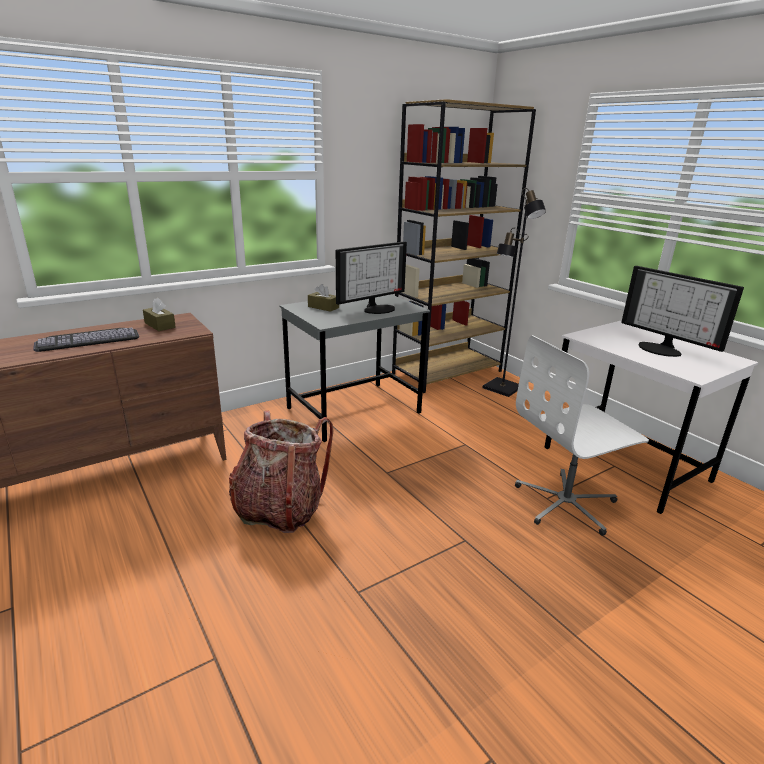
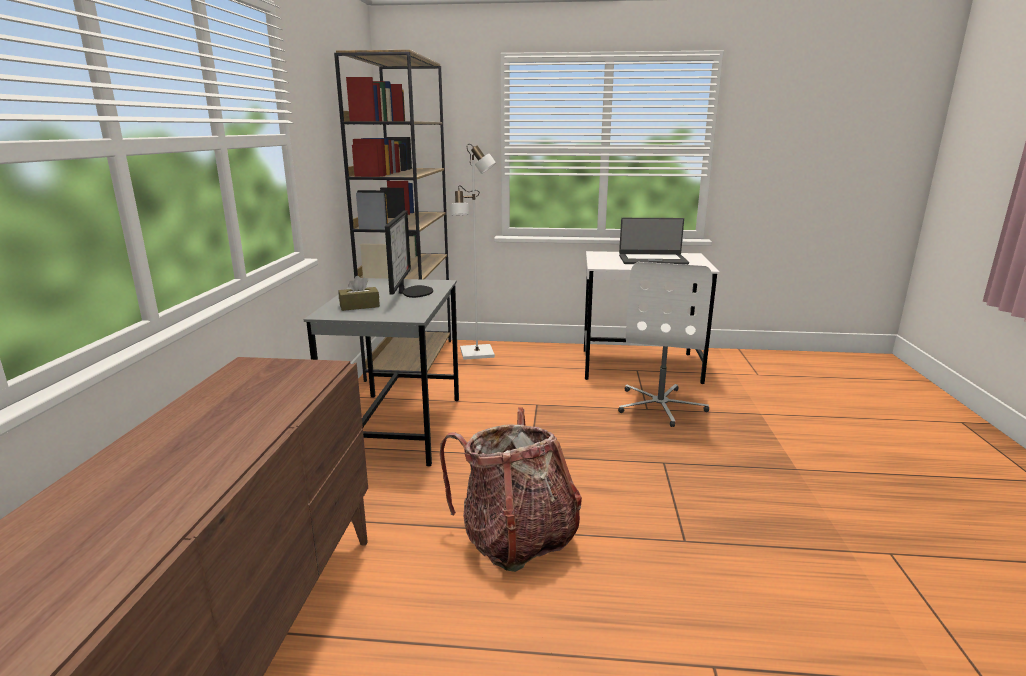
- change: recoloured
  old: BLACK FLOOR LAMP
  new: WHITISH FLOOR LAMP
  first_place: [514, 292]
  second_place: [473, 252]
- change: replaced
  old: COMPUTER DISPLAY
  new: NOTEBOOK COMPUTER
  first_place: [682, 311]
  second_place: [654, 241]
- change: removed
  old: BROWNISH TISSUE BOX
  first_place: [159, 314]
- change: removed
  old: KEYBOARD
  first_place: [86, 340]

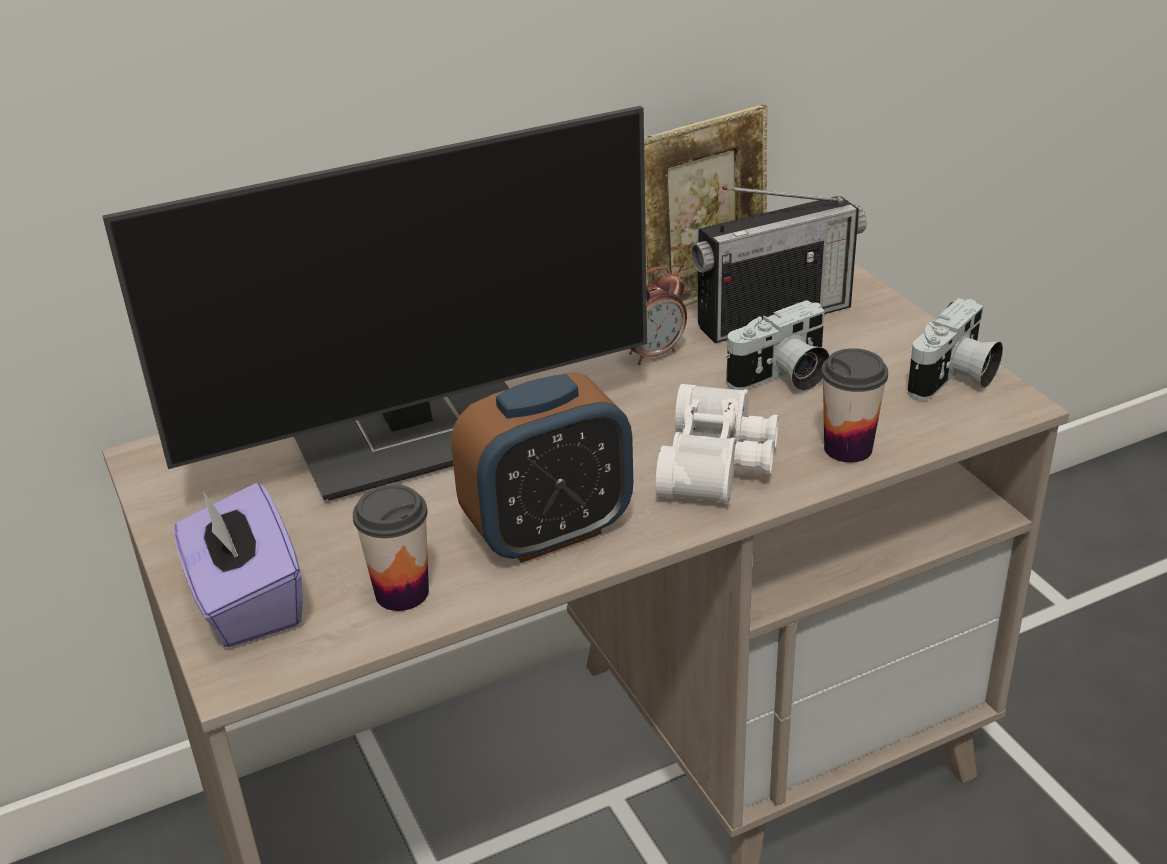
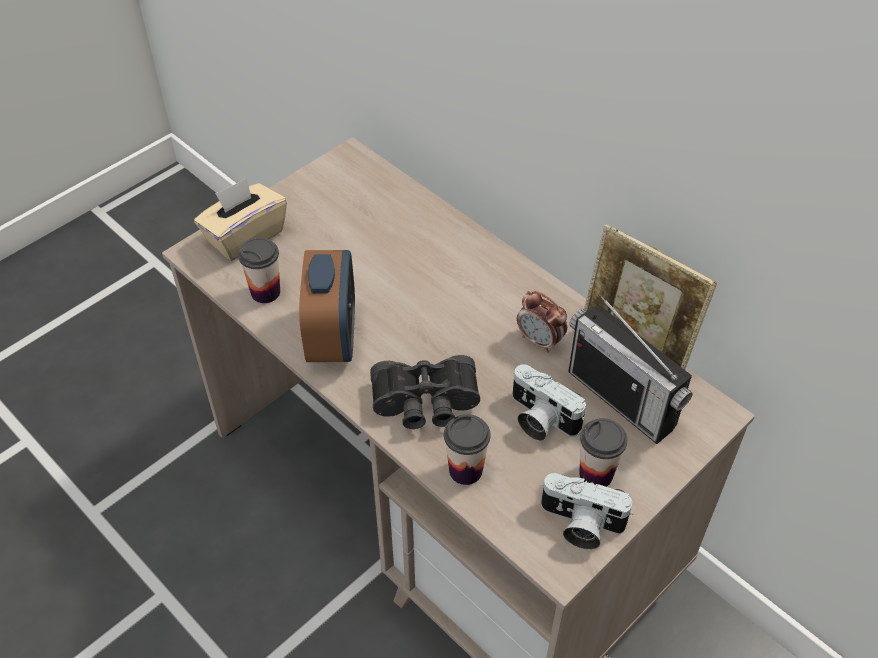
- change: removed
  old: COMPUTER DISPLAY
  first_place: [374, 303]
- change: turned
  old: ALARM CLOCK
  first_place: [542, 467]
  second_place: [327, 306]
  degrees: -135
- change: recoloured
  old: WHITISH FIELD GLASSES
  new: BLACK FIELD GLASSES
  first_place: [717, 444]
  second_place: [425, 392]
- change: recoloured
  old: PURPLE TISSUE BOX
  new: BEIGE-COLOURED TISSUE BOX
  first_place: [238, 565]
  second_place: [240, 219]
- change: added
  new: CUP
  second_place: [603, 452]

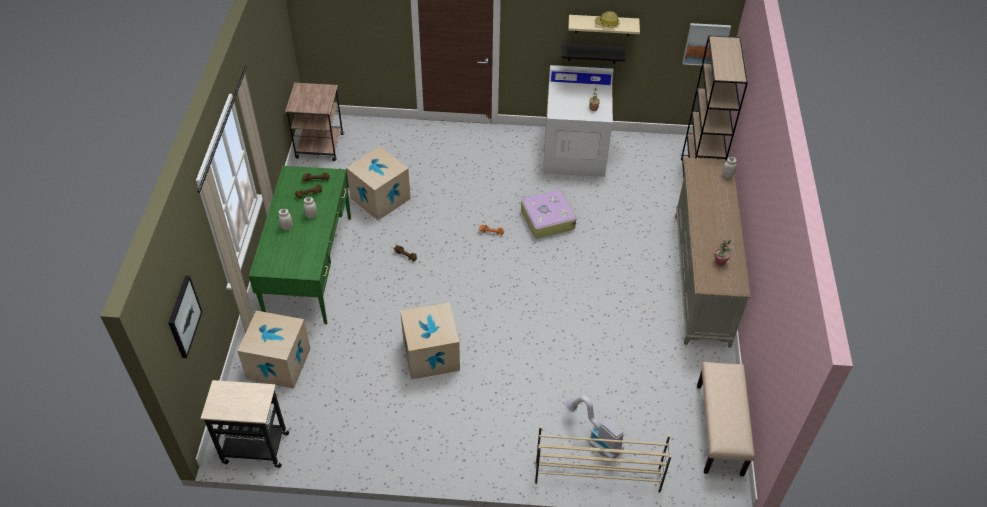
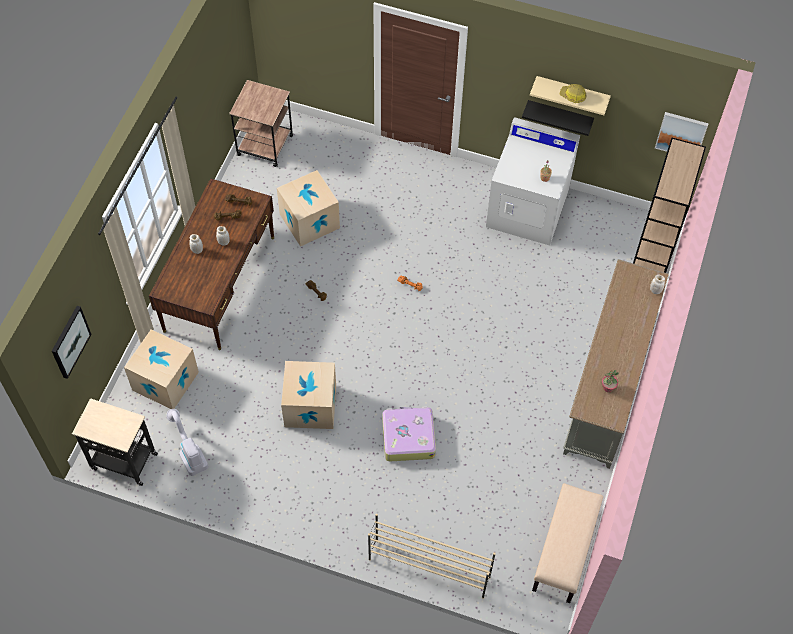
- change: recoloured
  old: GREEN-COLOURED DESK UNIT
  new: BROWNISH DESK UNIT
  first_place: [300, 245]
  second_place: [211, 264]
- change: moved
  old: TRAVEL CASE
  first_place: [548, 213]
  second_place: [409, 433]
- change: moved
  old: VACUUM
  first_place: [594, 429]
  second_place: [187, 442]

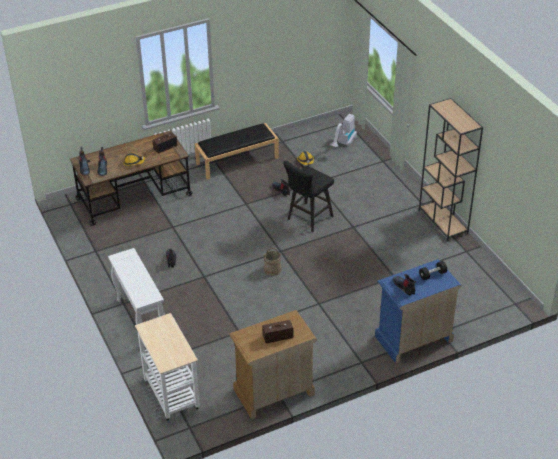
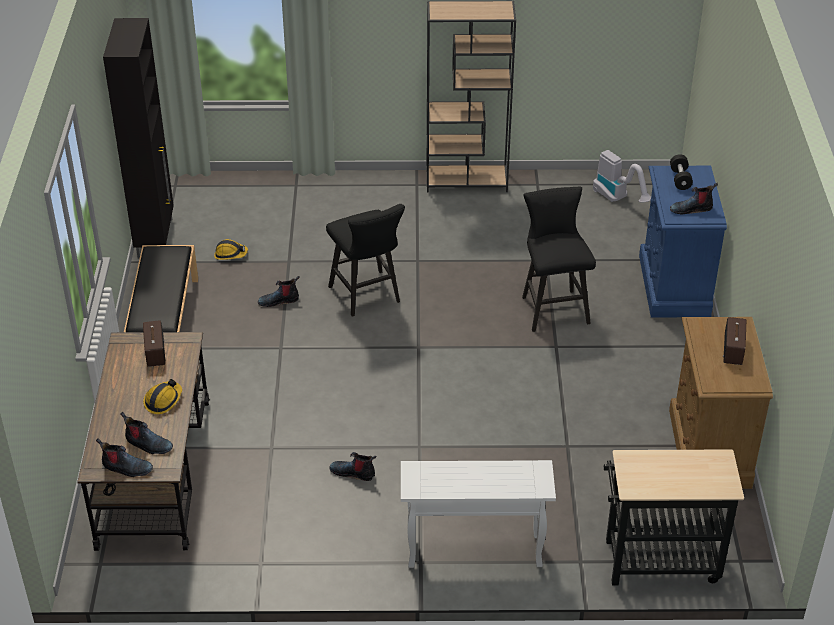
- change: moved
  old: VACUUM
  first_place: [343, 130]
  second_place: [622, 176]
- change: removed
  old: BEIGE-COLOURED WATER BUCKET
  first_place: [272, 262]
- change: recoloured
  old: WHITISH CART
  new: BLACK CART
  first_place: [167, 367]
  second_place: [674, 517]
- change: added
  new: BLACK CUPBOARD
  second_place: [138, 138]
- change: added
  new: BLACK STOOL
  second_place: [559, 259]

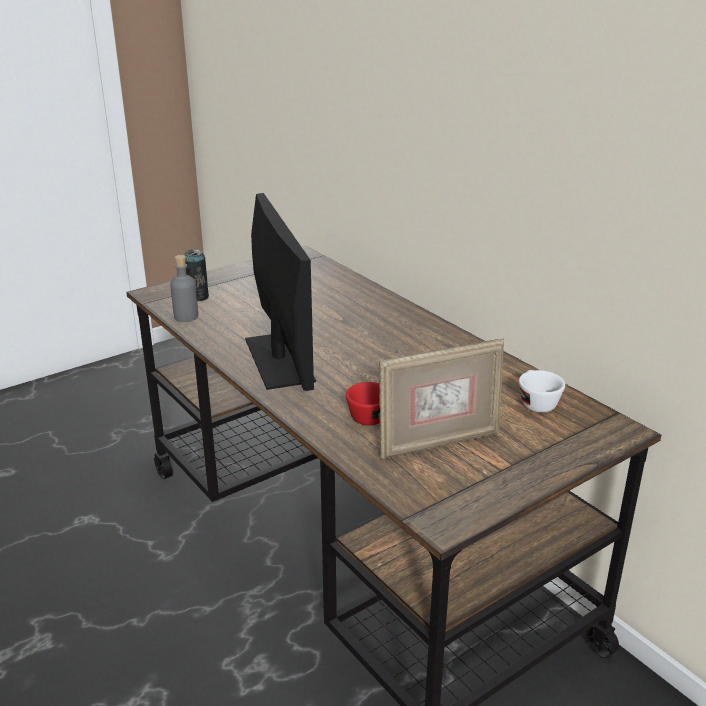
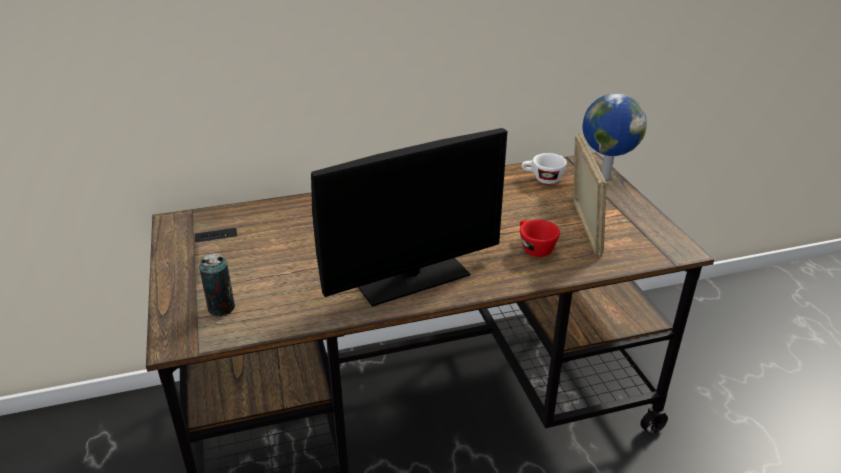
- change: turned
  old: COMPUTER DISPLAY
  first_place: [280, 292]
  second_place: [409, 217]
  degrees: 150
- change: removed
  old: GRAY BEVERAGE BOTTLE
  first_place: [184, 288]
- change: added
  new: GLOBE
  second_place: [614, 136]

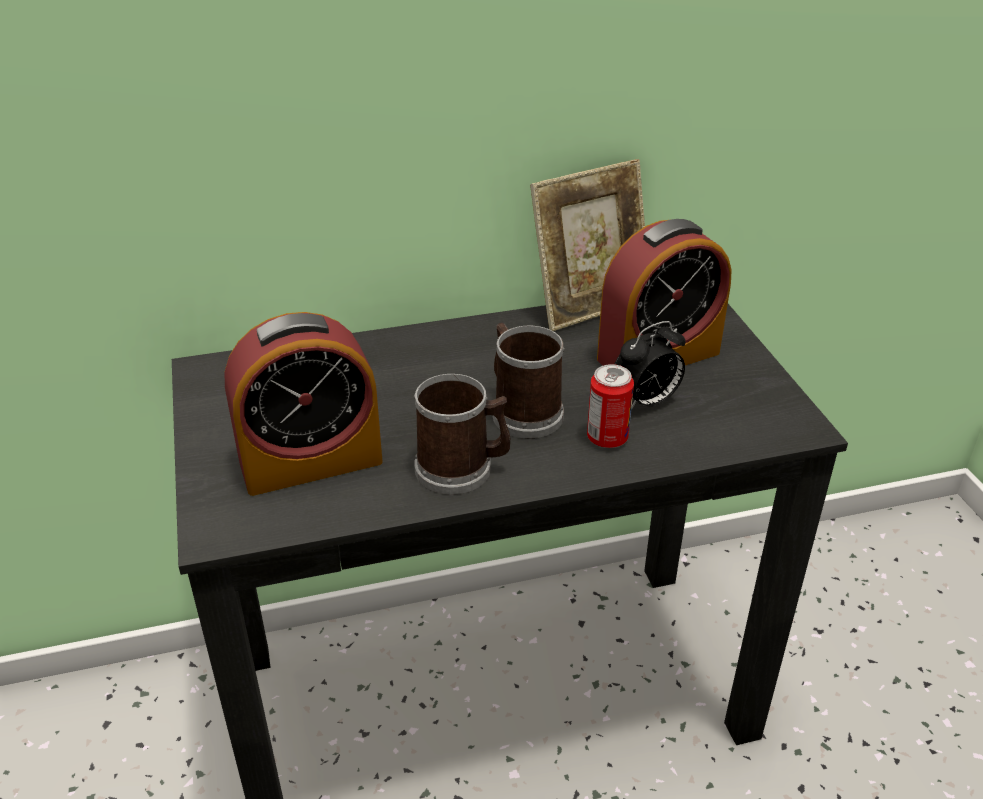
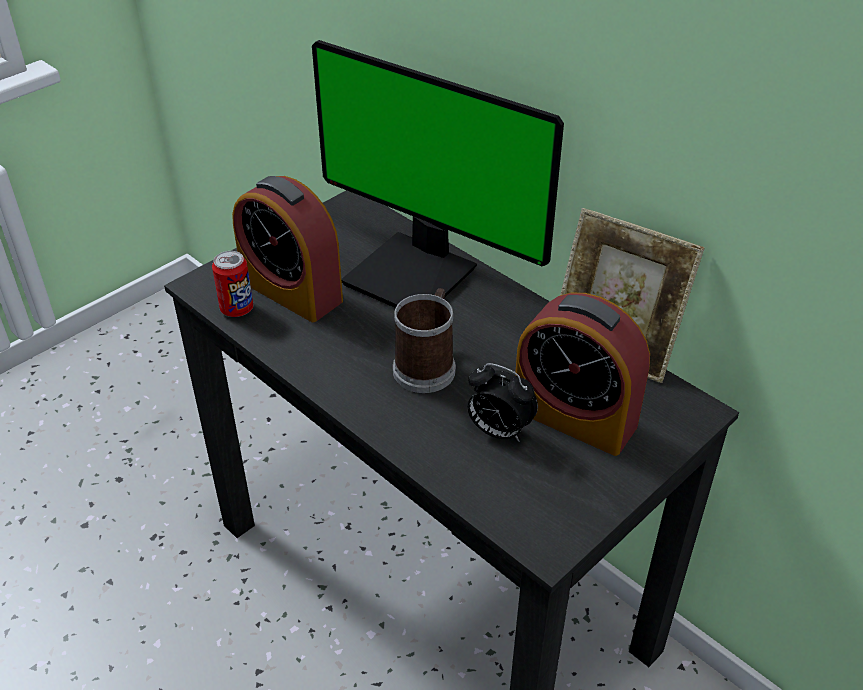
- change: moved
  old: SEALED CAN
  first_place: [610, 406]
  second_place: [232, 284]
- change: removed
  old: TEA MUG
  first_place: [462, 434]
- change: added
  new: COMPUTER DISPLAY
  second_place: [438, 174]

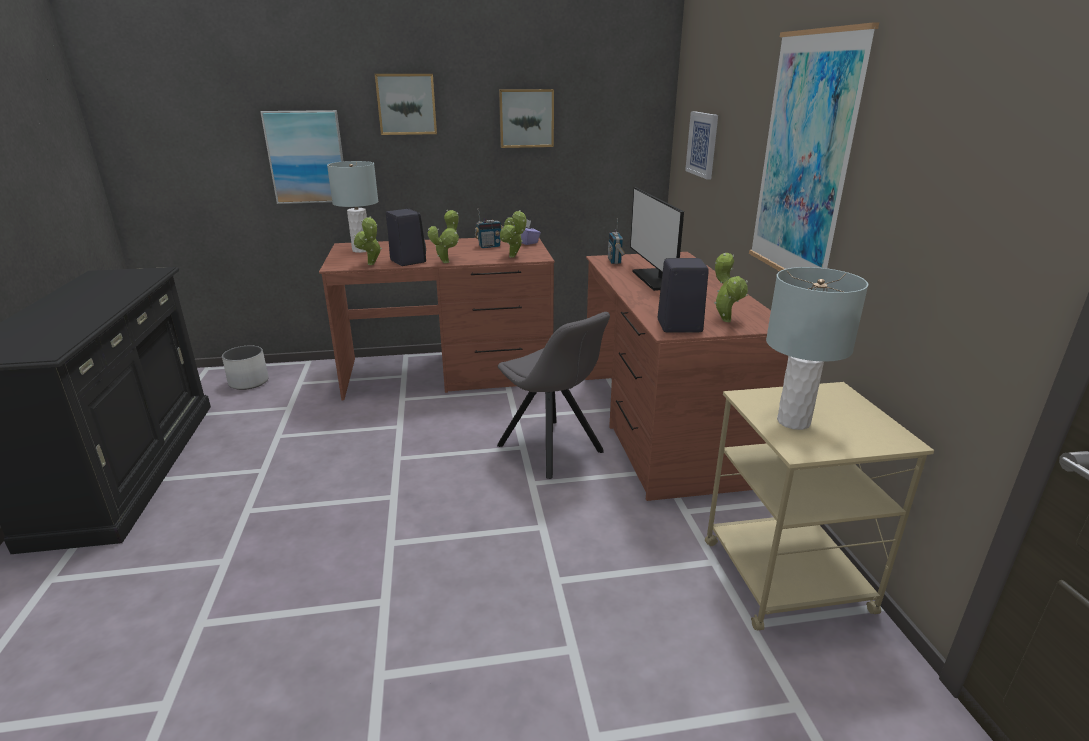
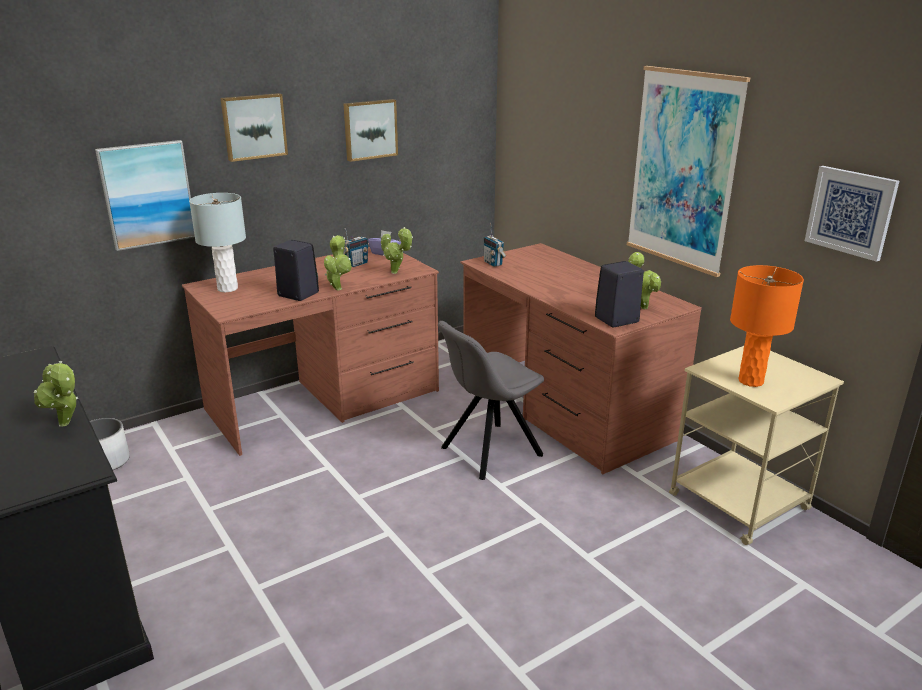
- change: moved
  old: WALL PICTURE
  first_place: [701, 145]
  second_place: [852, 214]
- change: removed
  old: COMPUTER DISPLAY
  first_place: [657, 239]
- change: moved
  old: POTTED PLANT
  first_place: [368, 240]
  second_place: [56, 394]
- change: recoloured
  old: GRAY TABLETOP LAMP
  new: ORANGE-COLOURED TABLETOP LAMP
  first_place: [817, 348]
  second_place: [767, 326]
- change: turned
  old: GRAY PLAIN CHAIR
  first_place: [553, 395]
  second_place: [491, 400]
  degrees: 120

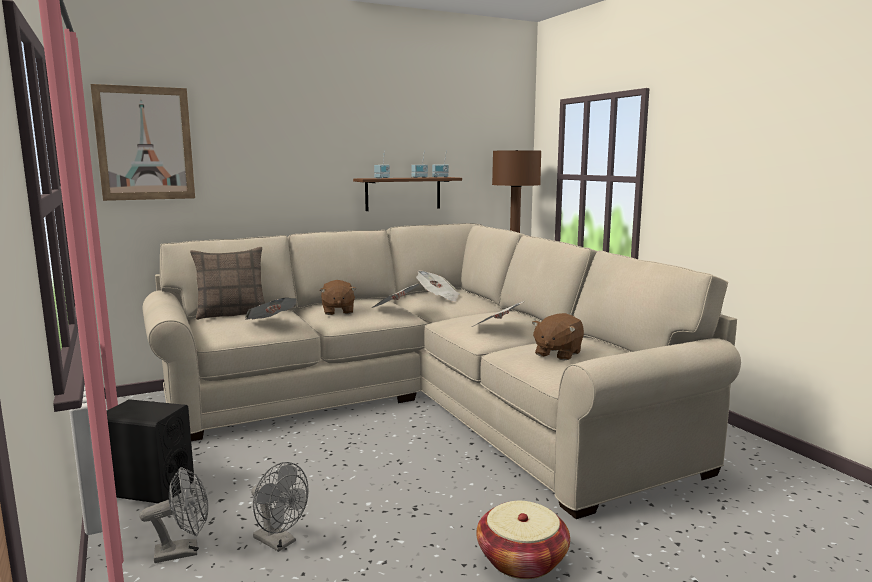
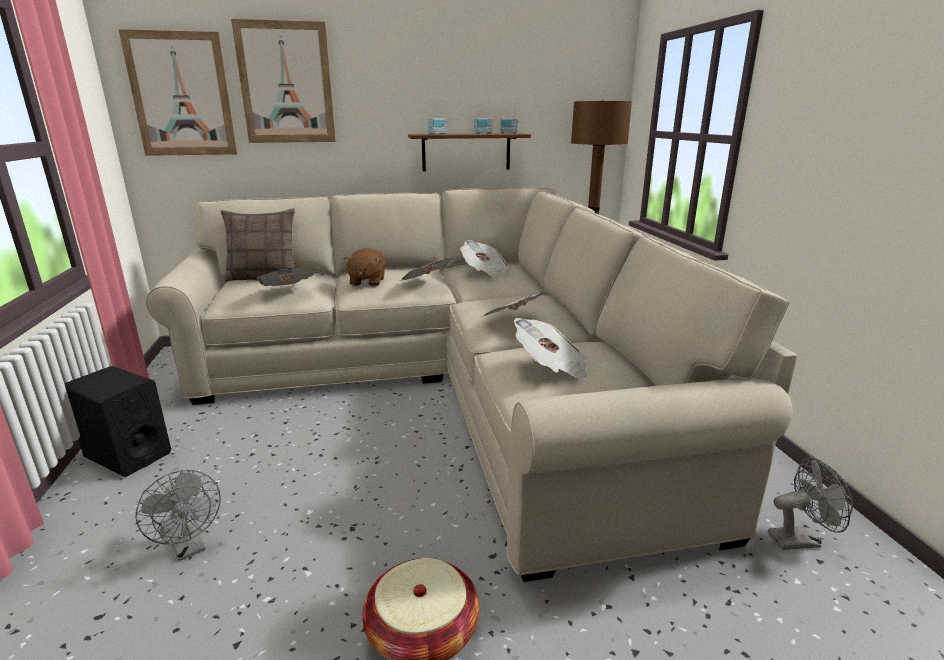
- change: replaced
  old: BROWNISH PLUSH TOY
  new: NEWSPAPER
  first_place: [558, 337]
  second_place: [550, 349]
- change: moved
  old: GRAY COOLING FAN
  first_place: [174, 515]
  second_place: [810, 503]
- change: added
  new: WALL PICTURE
  second_place: [283, 81]

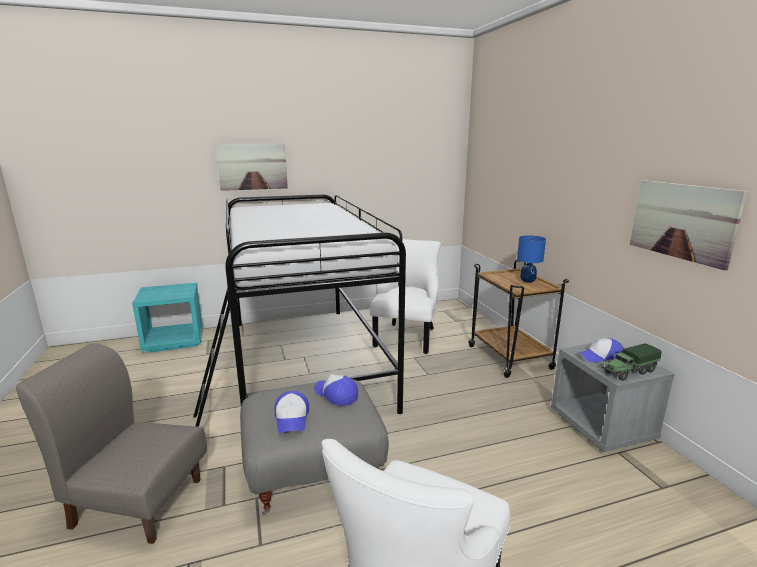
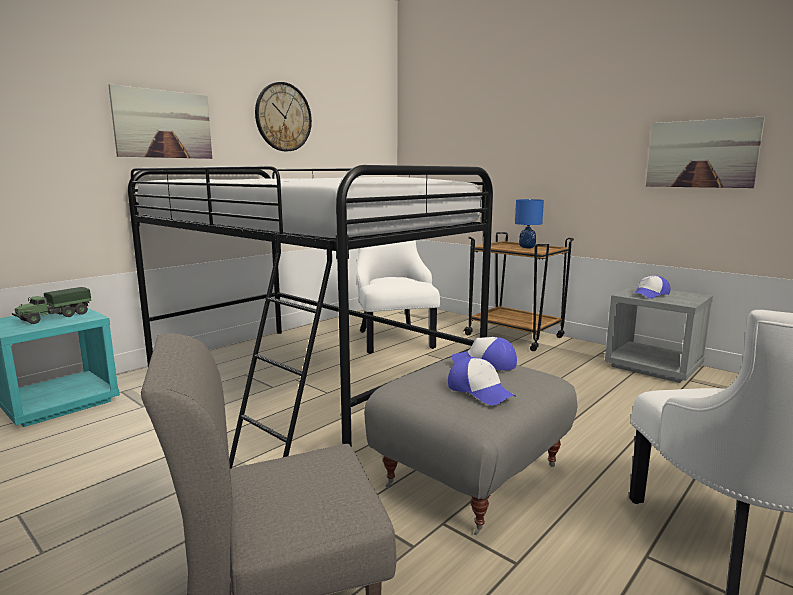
- change: moved
  old: TOY LORRY
  first_place: [632, 362]
  second_place: [51, 305]
- change: added
  new: WALL CLOCK
  second_place: [283, 116]

